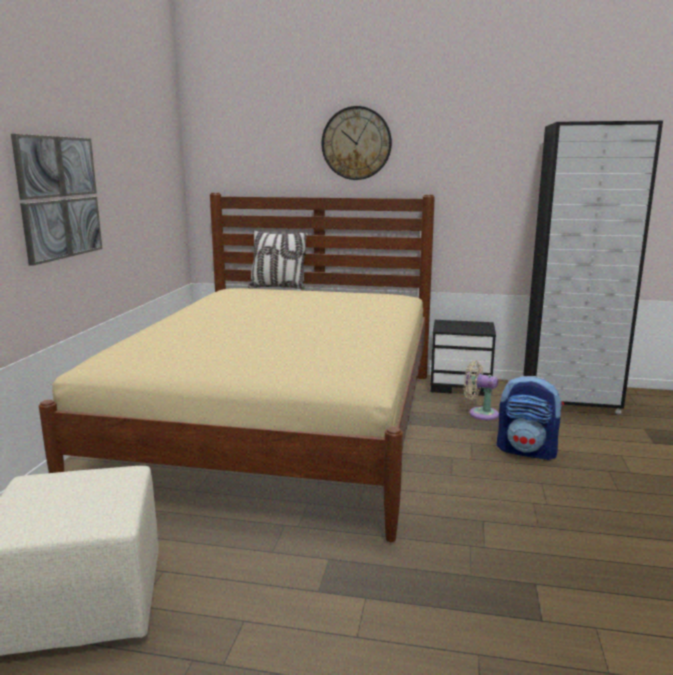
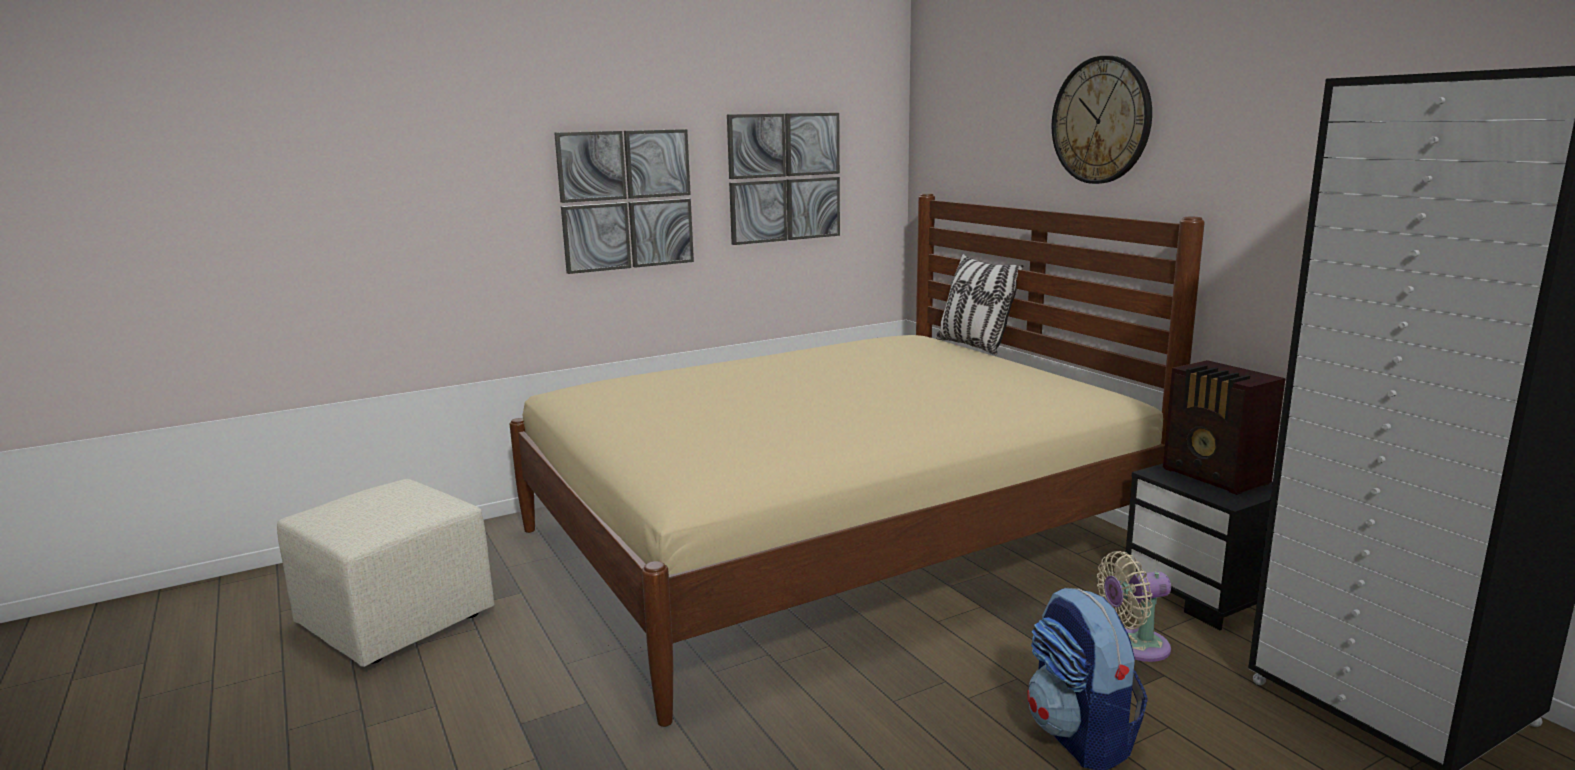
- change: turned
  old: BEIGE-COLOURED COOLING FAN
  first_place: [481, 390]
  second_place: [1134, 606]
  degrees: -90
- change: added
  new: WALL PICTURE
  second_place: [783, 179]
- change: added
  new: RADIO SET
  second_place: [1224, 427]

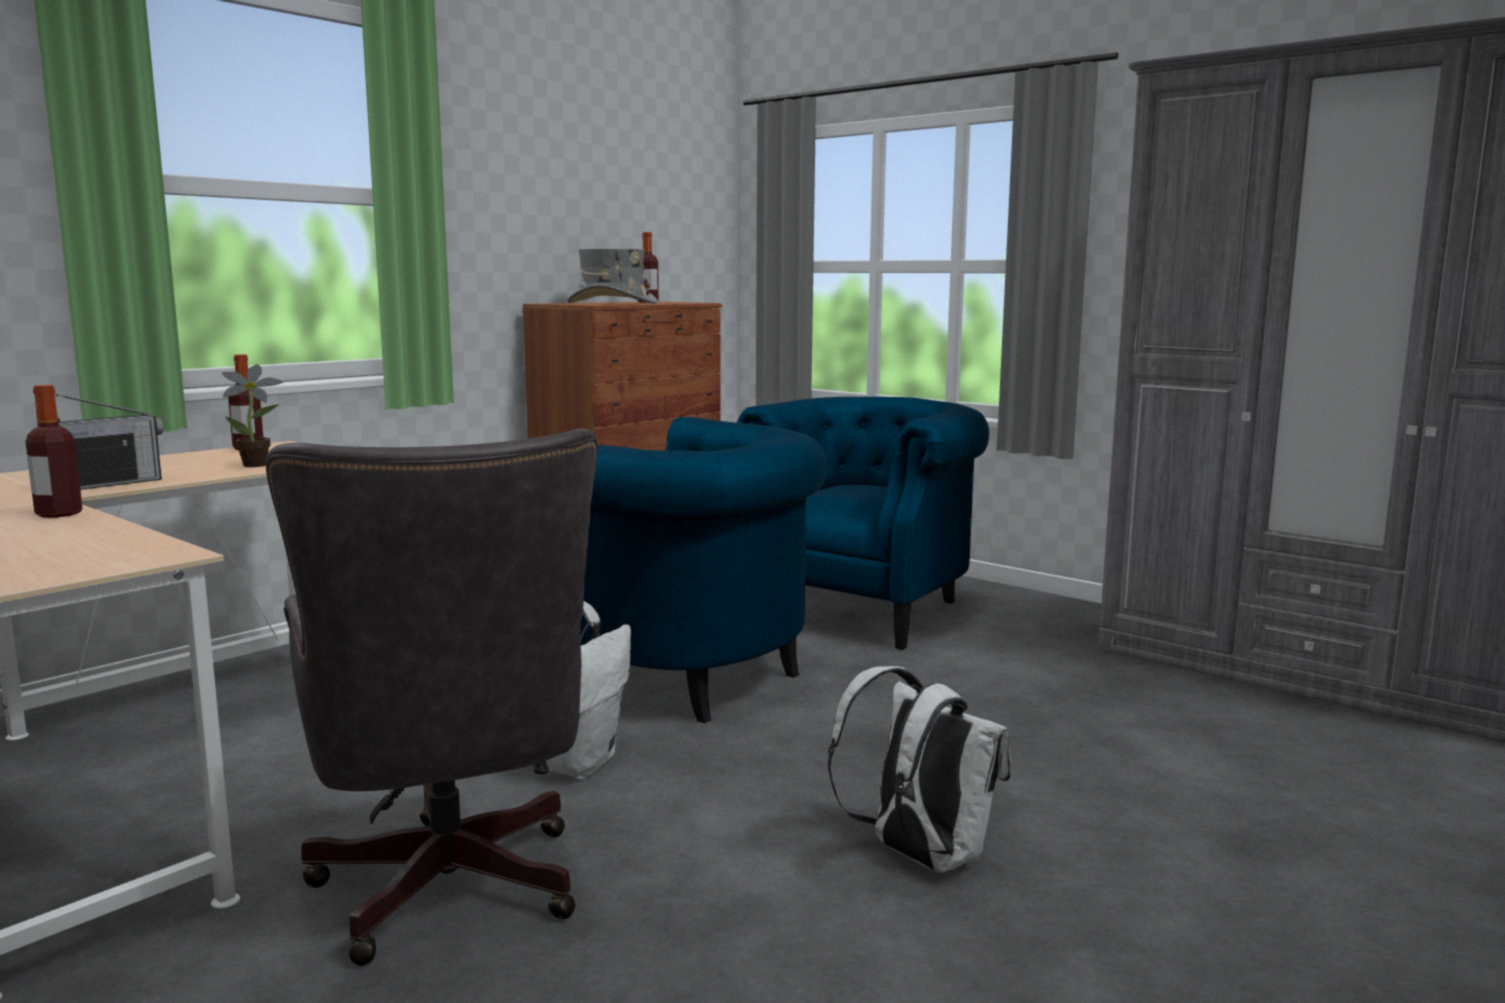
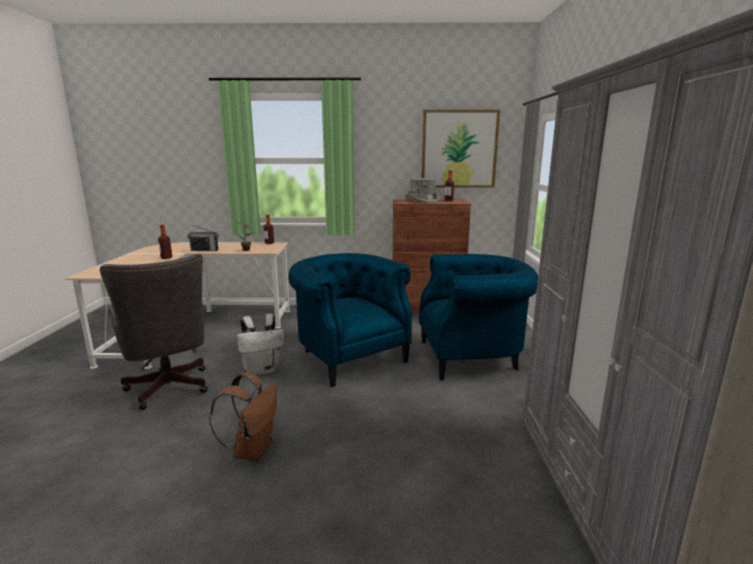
- change: turned
  old: BLUE-COLOURED ARMCHAIR
  first_place: [703, 570]
  second_place: [350, 320]
  degrees: 150
- change: turned
  old: GRAY COMPUTER CHAIR
  first_place: [432, 697]
  second_place: [154, 332]
  degrees: -60
- change: recoloured
  old: WHITISH RUCKSACK
  new: BROWNISH RUCKSACK
  first_place: [919, 769]
  second_place: [243, 417]
- change: added
  new: WALL PICTURE
  second_place: [460, 149]

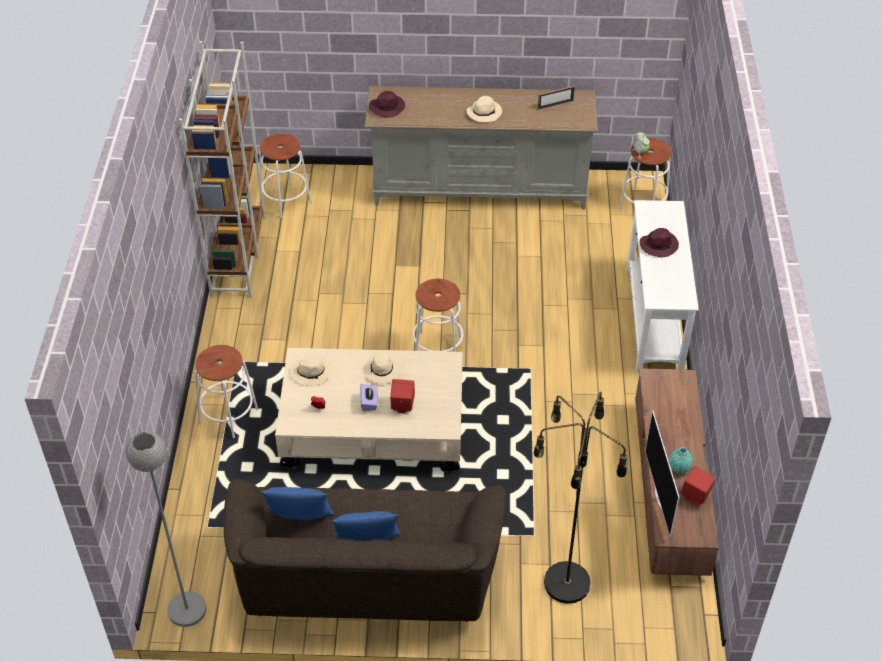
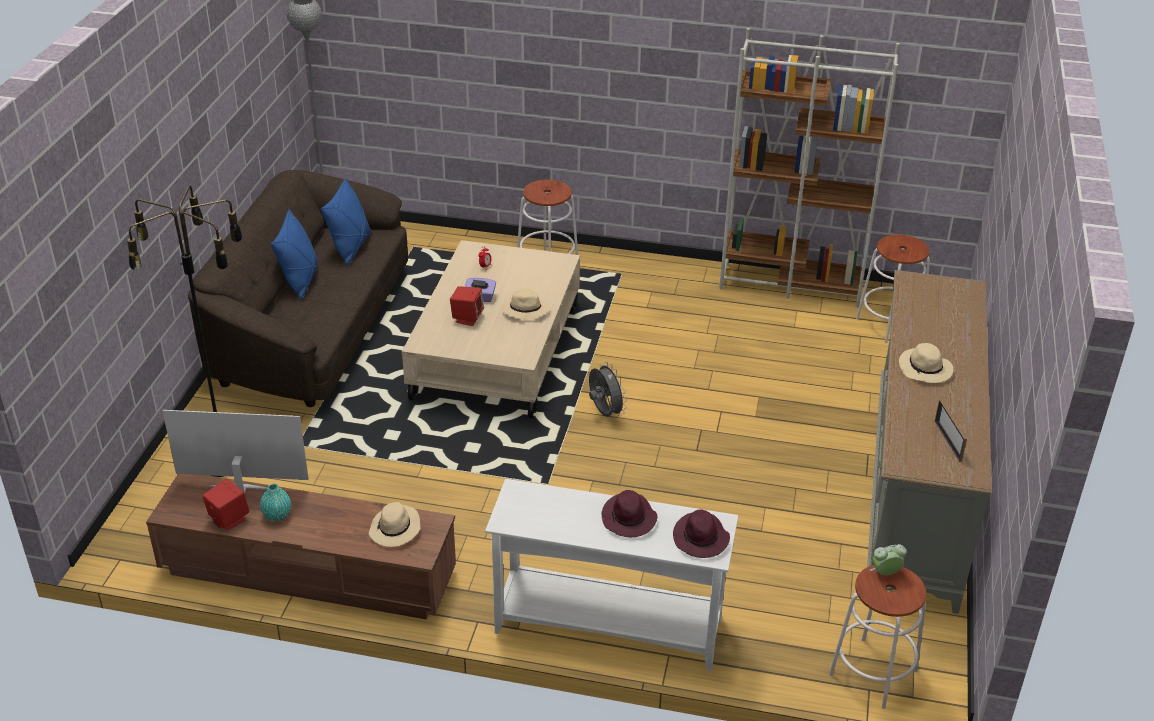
- change: moved
  old: PURPLE CLOTHING HAT
  first_place: [387, 104]
  second_place: [701, 533]
- change: replaced
  old: WHITISH STOOL
  new: GRAY COOLING FAN
  first_place: [438, 315]
  second_place: [608, 389]
- change: moved
  old: BEIGE-COLOURED CLOTHING HAT
  first_place: [311, 371]
  second_place: [395, 524]

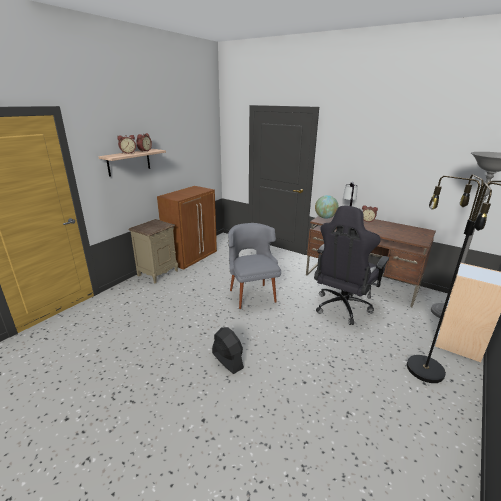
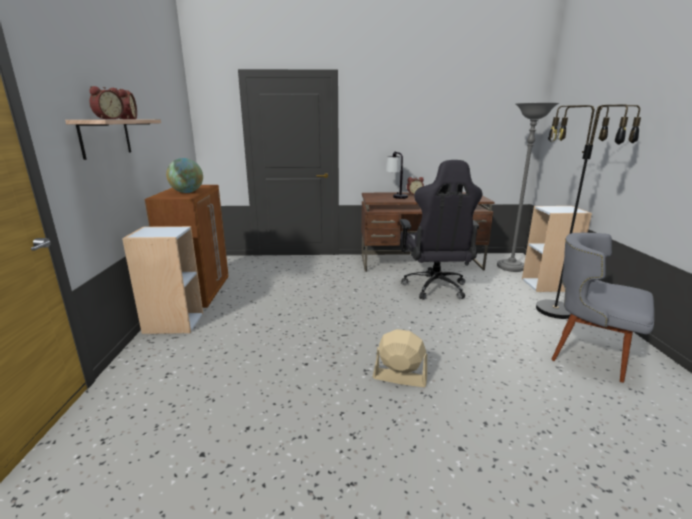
- change: moved
  old: GLOBE
  first_place: [327, 207]
  second_place: [184, 175]
- change: replaced
  old: BEIGE-COLOURED BEDSIDE TABLE
  new: SHELVING UNIT
  first_place: [153, 251]
  second_place: [162, 280]
- change: moved
  old: GRAY PLAIN CHAIR
  first_place: [254, 266]
  second_place: [602, 308]
- change: recoloured
  old: BLACK COOLING FAN
  new: BEIGE-COLOURED COOLING FAN
  first_place: [228, 350]
  second_place: [400, 358]

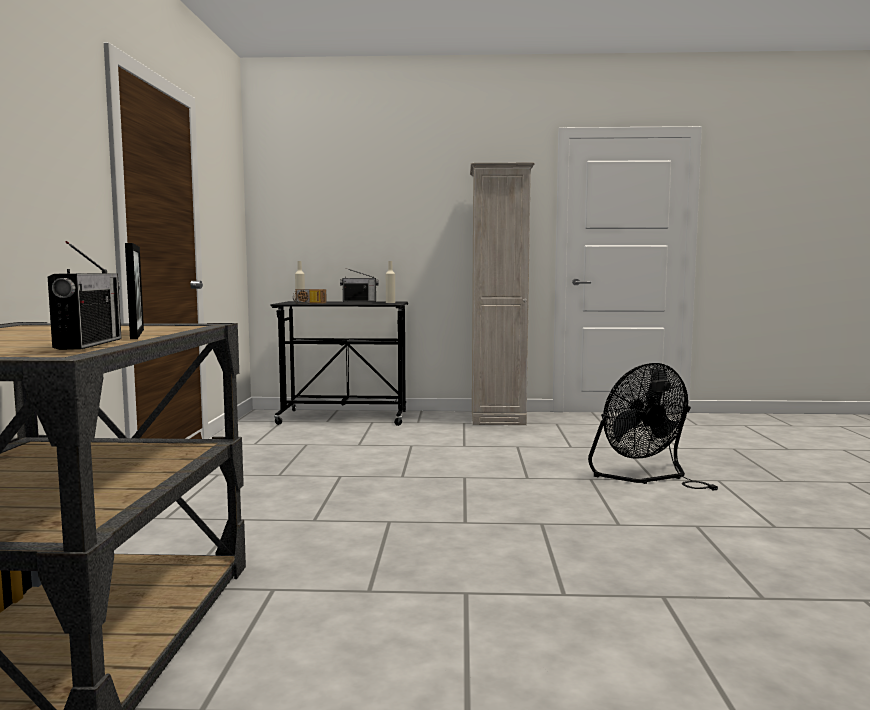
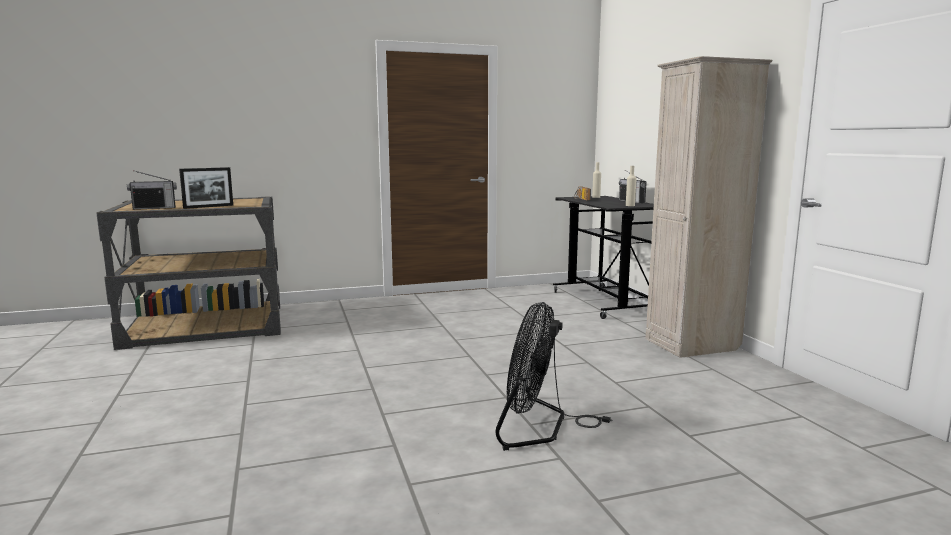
- change: turned
  old: BLACK COOLING FAN
  first_place: [653, 426]
  second_place: [554, 376]
  degrees: -120

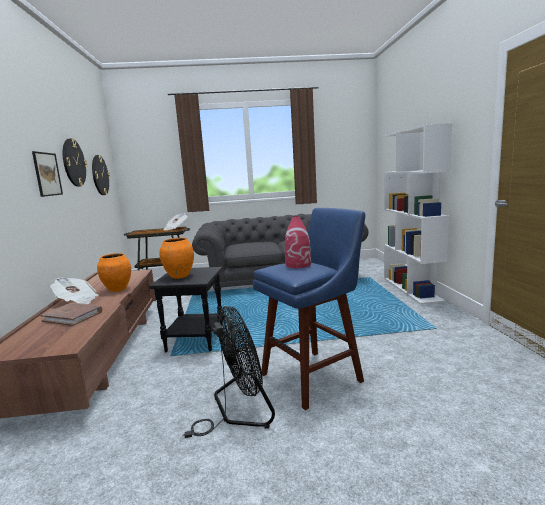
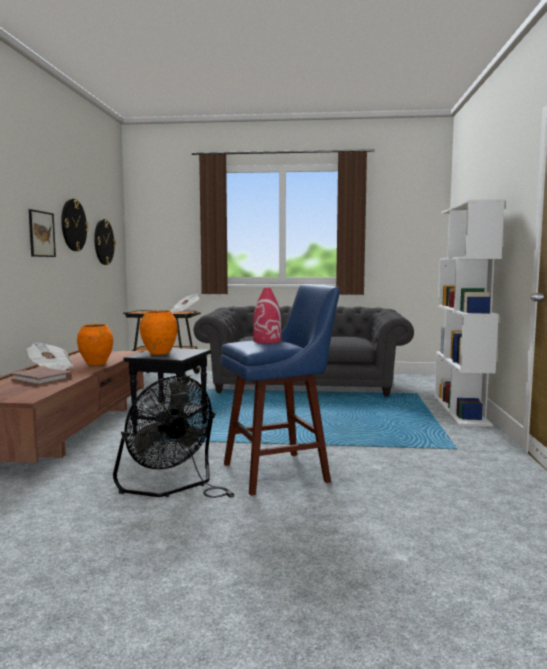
- change: turned
  old: BLACK COOLING FAN
  first_place: [228, 372]
  second_place: [173, 437]
  degrees: -120

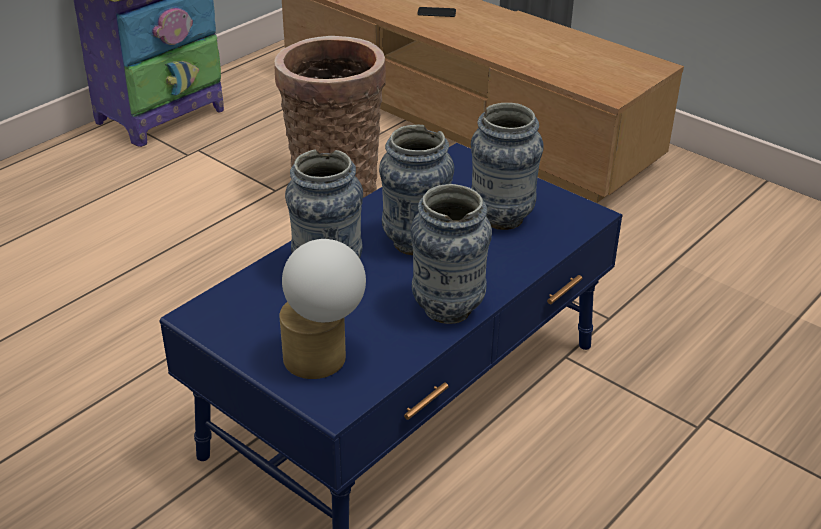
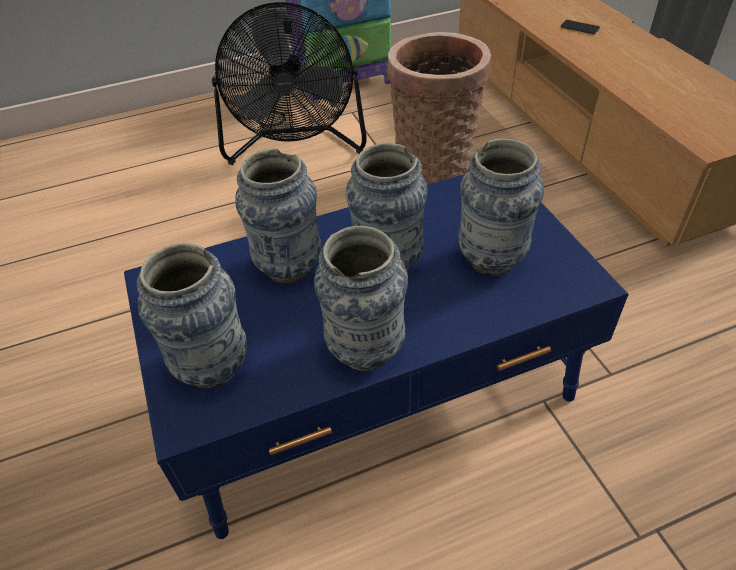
- change: replaced
  old: TABLETOP LAMP
  new: DECORATIVE VASE
  first_place: [322, 309]
  second_place: [192, 315]
- change: added
  new: BLACK COOLING FAN
  second_place: [289, 83]

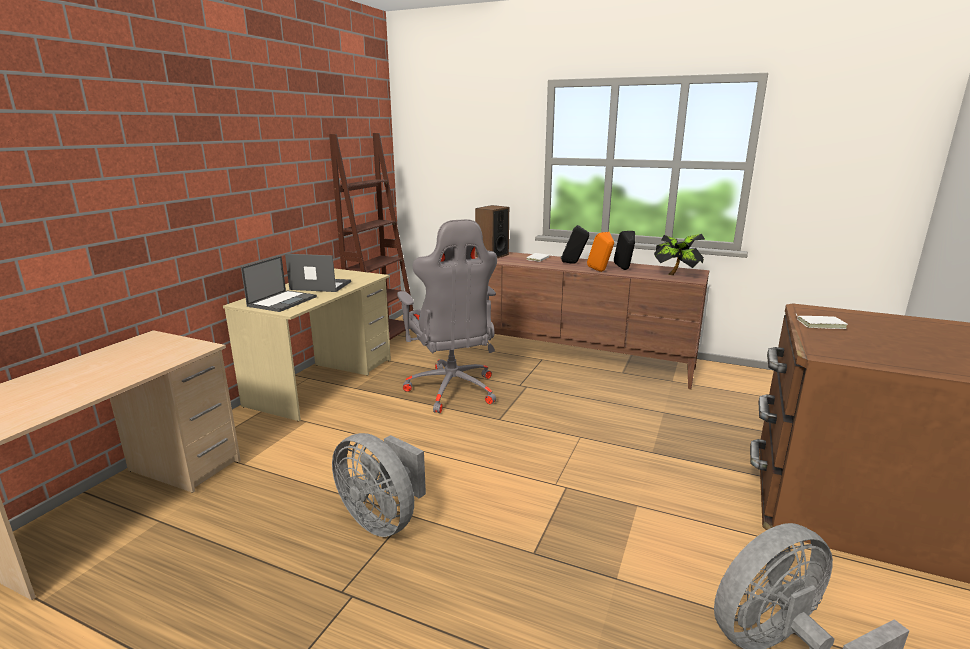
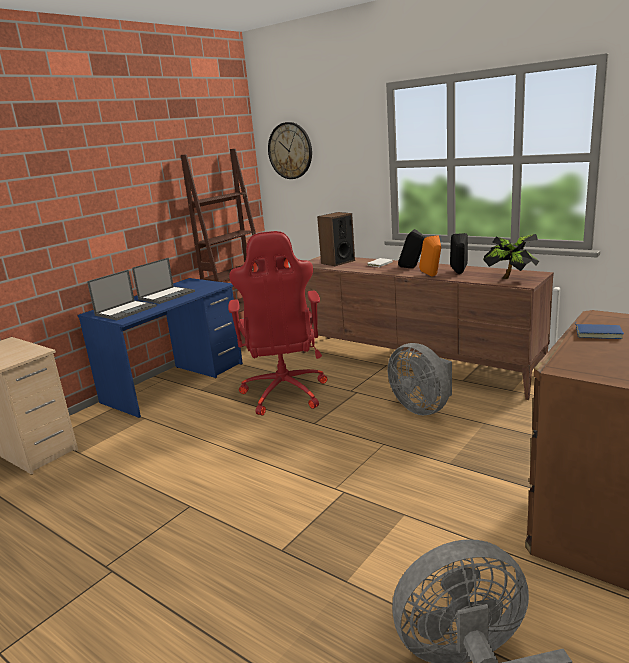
- change: recoloured
  old: GRAY COMPUTER CHAIR
  new: REDDISH COMPUTER CHAIR
  first_place: [447, 316]
  second_place: [277, 323]
- change: turned
  old: NOTEBOOK COMPUTER
  first_place: [318, 273]
  second_place: [163, 281]
  degrees: 105
- change: recoloured
  old: BEIGE-COLOURED DESK UNIT
  new: BLUE-COLOURED DESK UNIT
  first_place: [307, 344]
  second_place: [160, 348]
- change: recoloured
  old: WHITISH VOLUME
  new: BLUE-COLOURED VOLUME
  first_place: [822, 321]
  second_place: [599, 330]
- change: moved
  old: GRAY COOLING FAN
  first_place: [379, 485]
  second_place: [420, 379]
- change: added
  new: WALL CLOCK
  second_place: [290, 150]

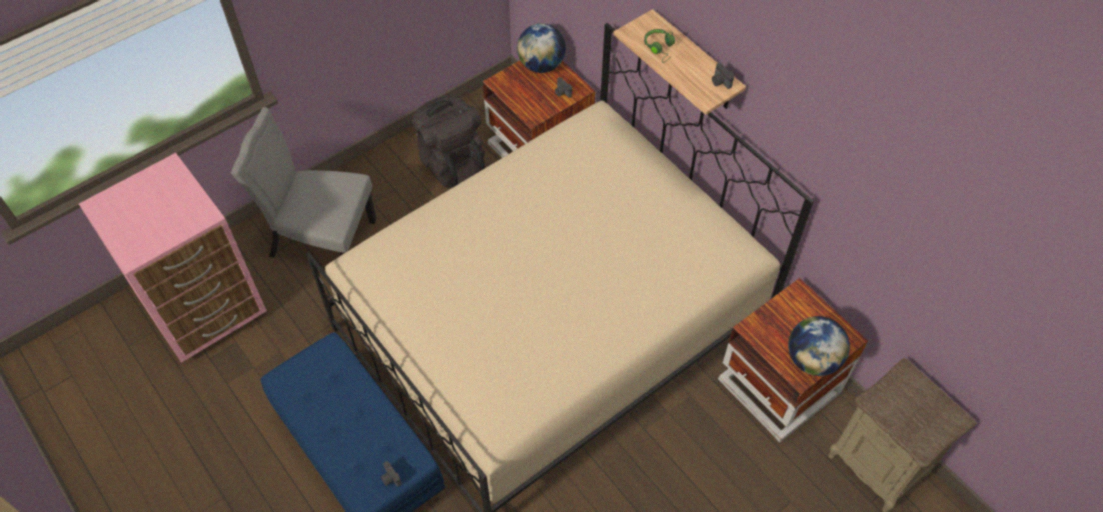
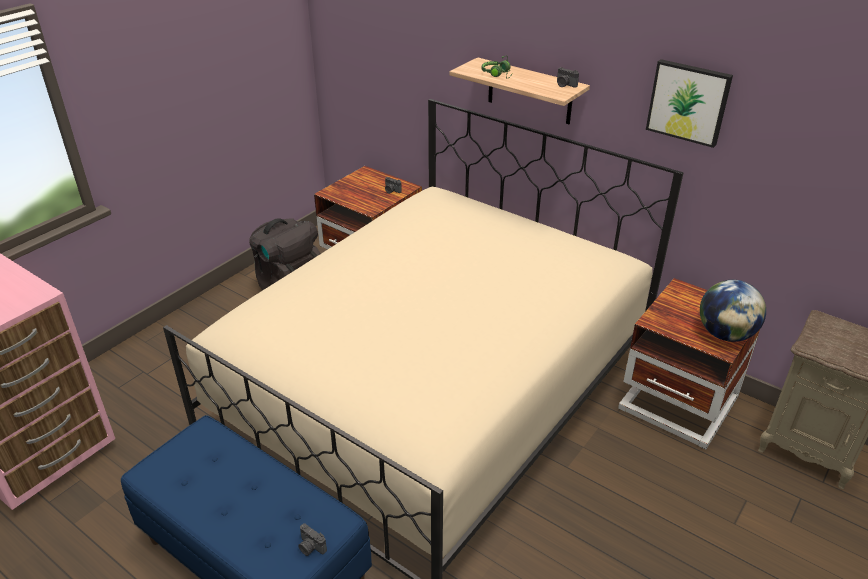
- change: removed
  old: GLOBE
  first_place: [541, 48]
- change: removed
  old: GRAY PLAIN CHAIR
  first_place: [303, 182]
- change: added
  new: WALL PICTURE
  second_place: [689, 103]

